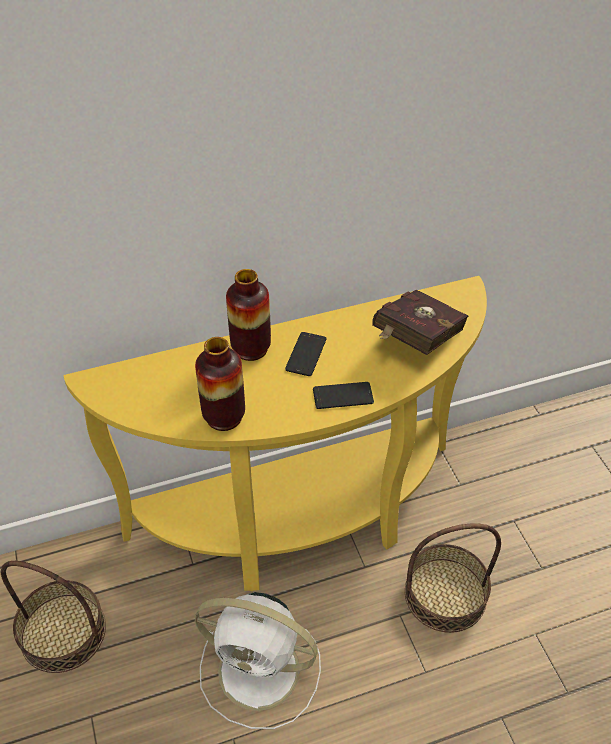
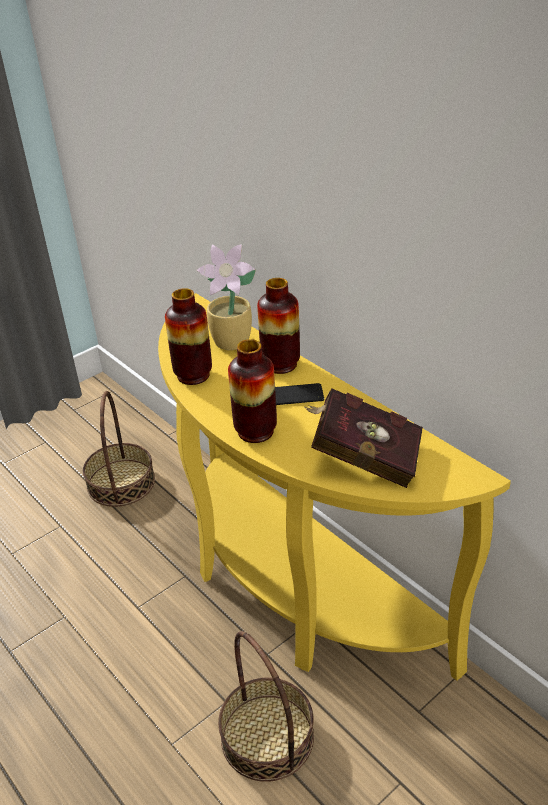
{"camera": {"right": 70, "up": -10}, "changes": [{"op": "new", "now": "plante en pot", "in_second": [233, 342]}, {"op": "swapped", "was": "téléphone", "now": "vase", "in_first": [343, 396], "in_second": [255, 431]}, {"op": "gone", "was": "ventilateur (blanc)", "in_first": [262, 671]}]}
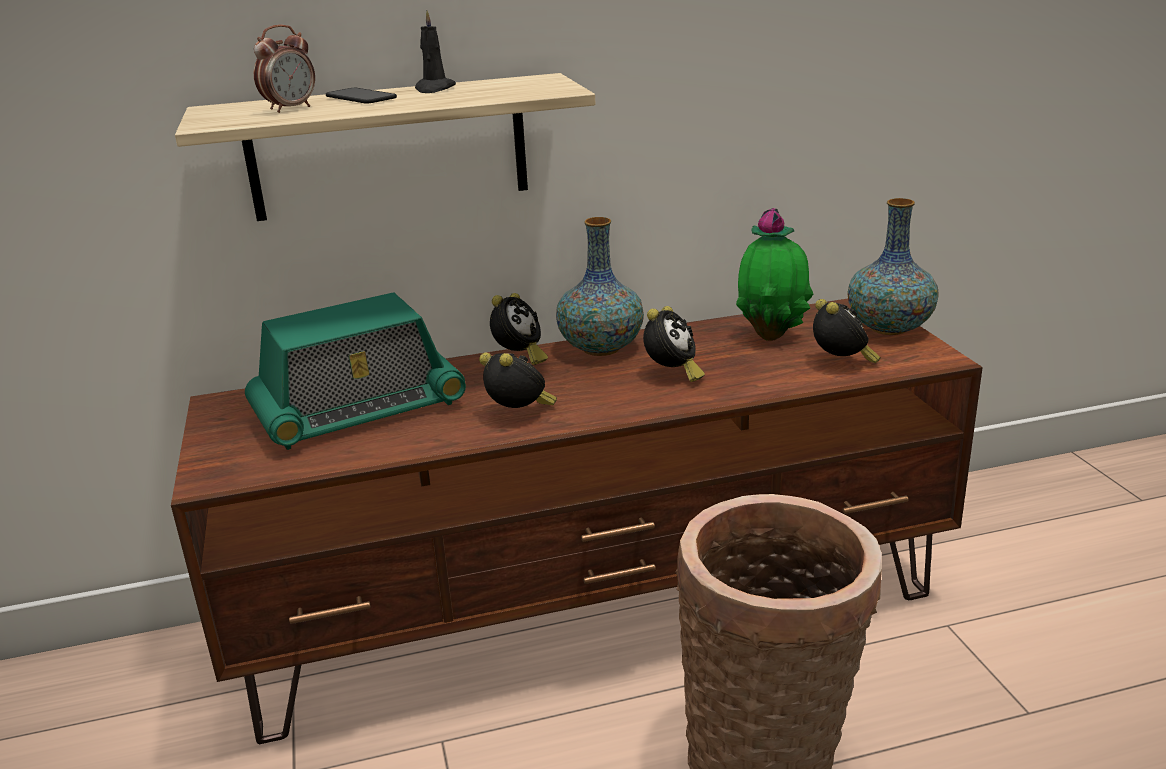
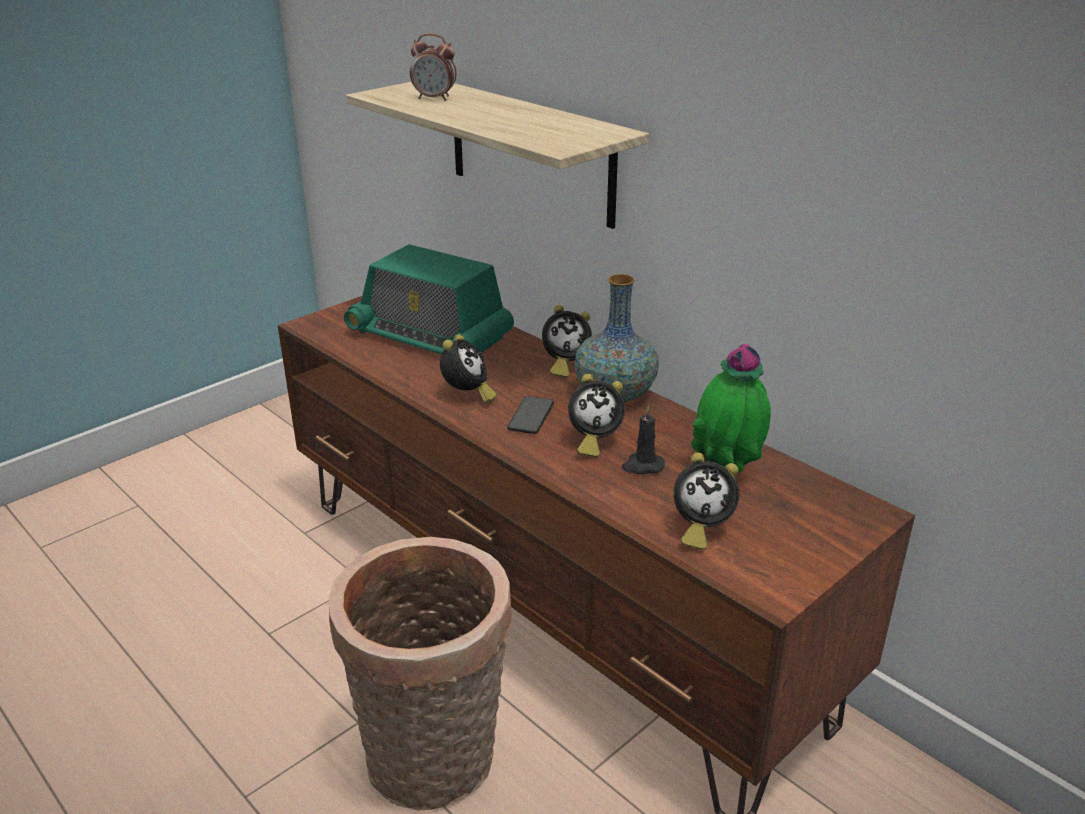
{"camera": {"right": 60, "up": 5}, "changes": [{"op": "shifted", "was": "téléphone", "in_first": [361, 98], "in_second": [531, 416]}, {"op": "shifted", "was": "bougie (noir)", "in_first": [434, 89], "in_second": [642, 466]}, {"op": "rotated", "was": "réveil", "in_first": [842, 363], "in_second": [699, 529], "clockwise": 45}, {"op": "gone", "was": "vase", "in_first": [889, 328]}]}
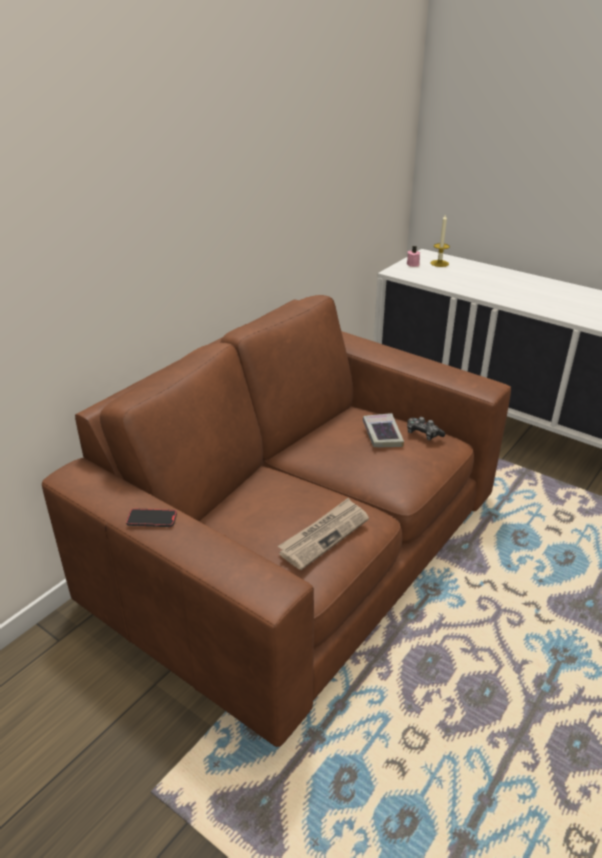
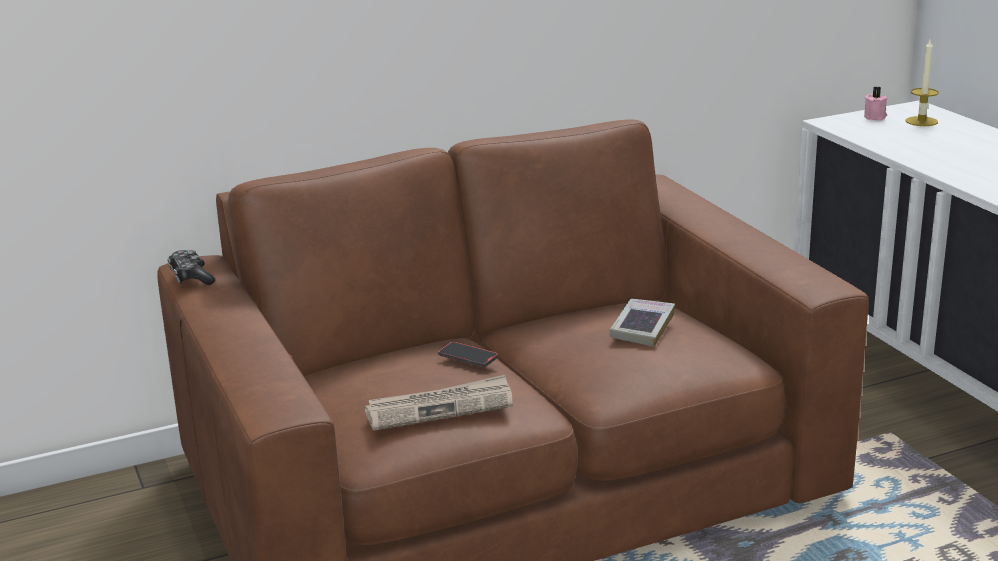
{"camera": {"right": 30, "up": -10}, "changes": [{"op": "shifted", "was": "manette", "in_first": [423, 434], "in_second": [191, 277]}, {"op": "shifted", "was": "téléphone", "in_first": [152, 519], "in_second": [468, 357]}]}
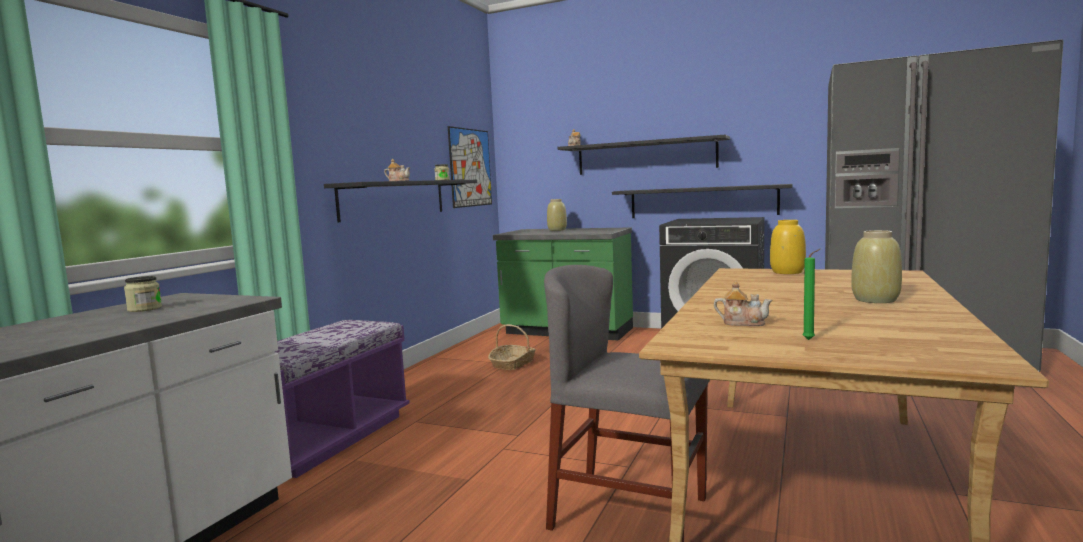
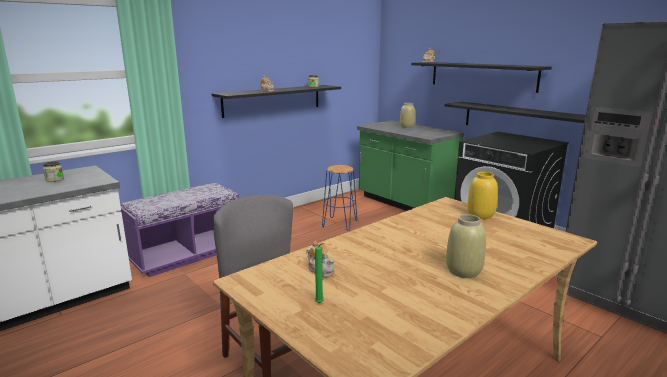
{"camera": {"right": 25, "up": 10}, "changes": [{"op": "swapped", "was": "panier", "now": "tabouret (bleu)", "in_first": [512, 364], "in_second": [339, 224]}, {"op": "gone", "was": "tableau", "in_first": [470, 167]}]}
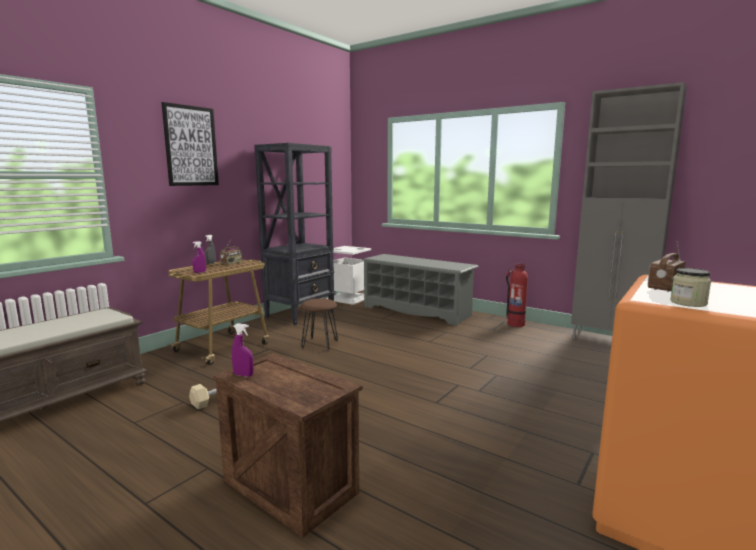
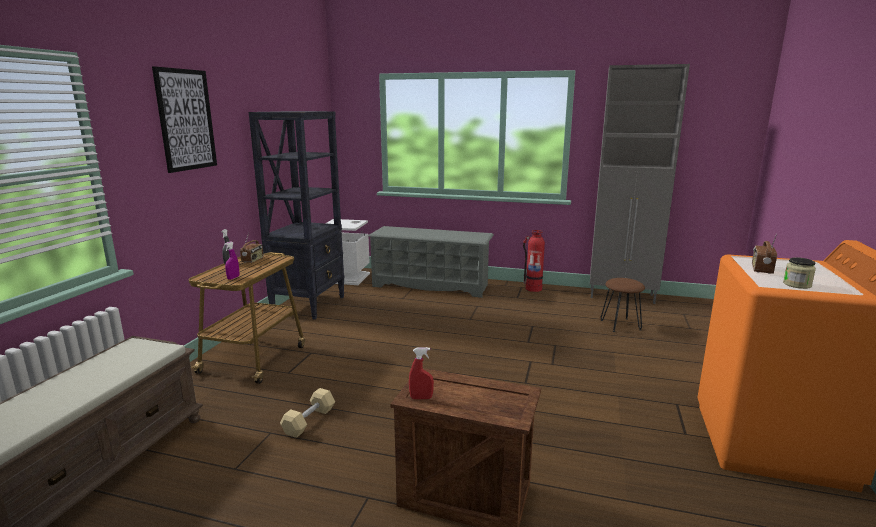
{"camera": {"right": -20, "up": 5}, "changes": [{"op": "repainted", "was": "vaporisateur (violet)", "now": "vaporisateur (rouge)", "in_first": [243, 375], "in_second": [421, 398]}, {"op": "shifted", "was": "tabouret (marron)", "in_first": [320, 344], "in_second": [620, 324]}]}
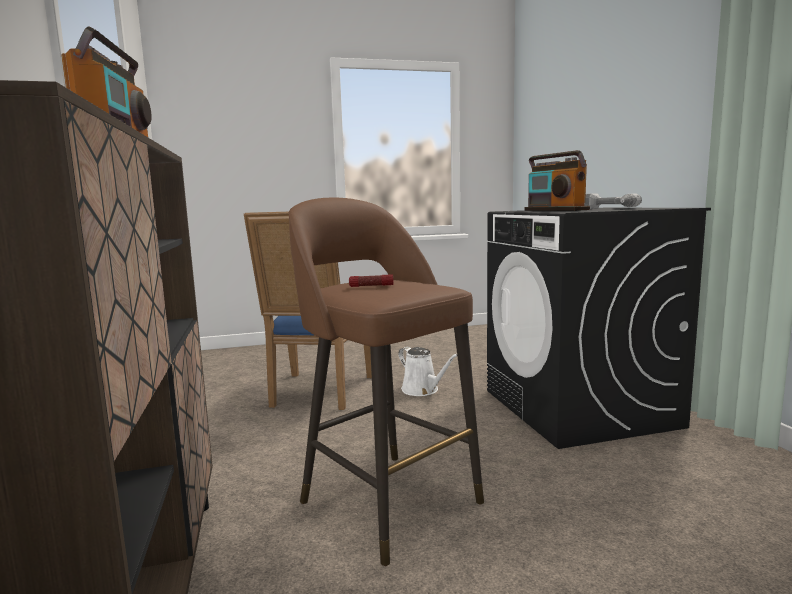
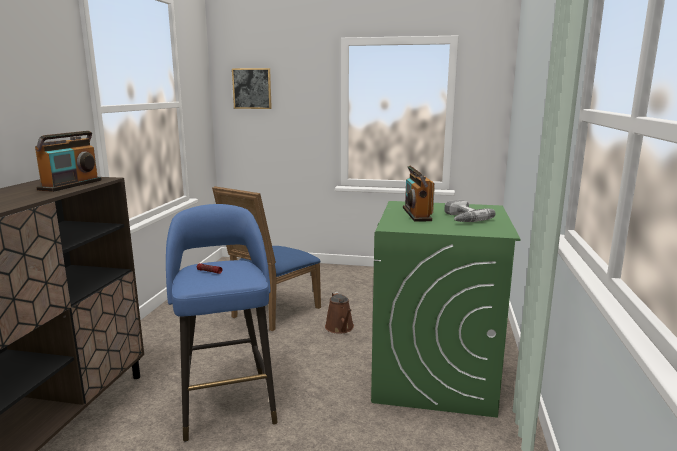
{"camera": {"right": 25, "up": 5}, "changes": [{"op": "repainted", "was": "tabouret (marron)", "now": "tabouret (bleu)", "in_first": [387, 500], "in_second": [227, 403]}, {"op": "new", "now": "tableau", "in_second": [252, 88]}, {"op": "repainted", "was": "arrosoir (blanc)", "now": "arrosoir (marron)", "in_first": [422, 390], "in_second": [340, 328]}, {"op": "repainted", "was": "lave-linge (noir)", "now": "lave-linge (vert)", "in_first": [579, 408], "in_second": [434, 375]}]}
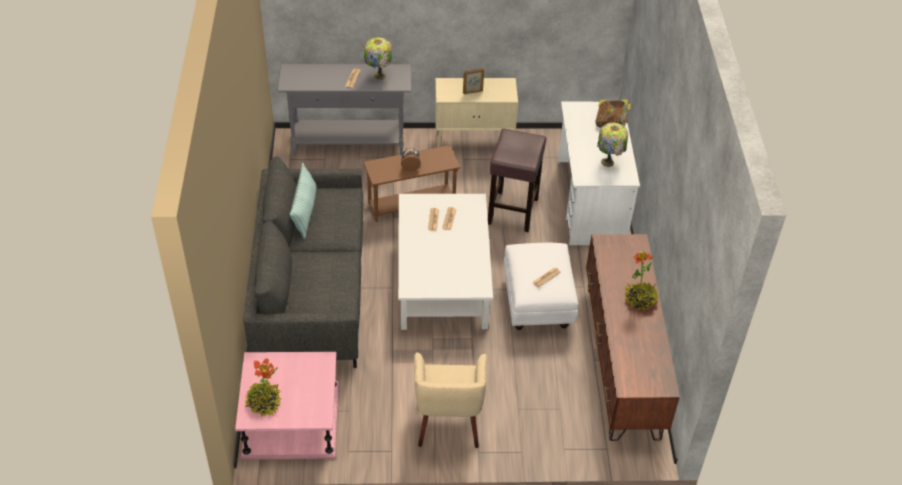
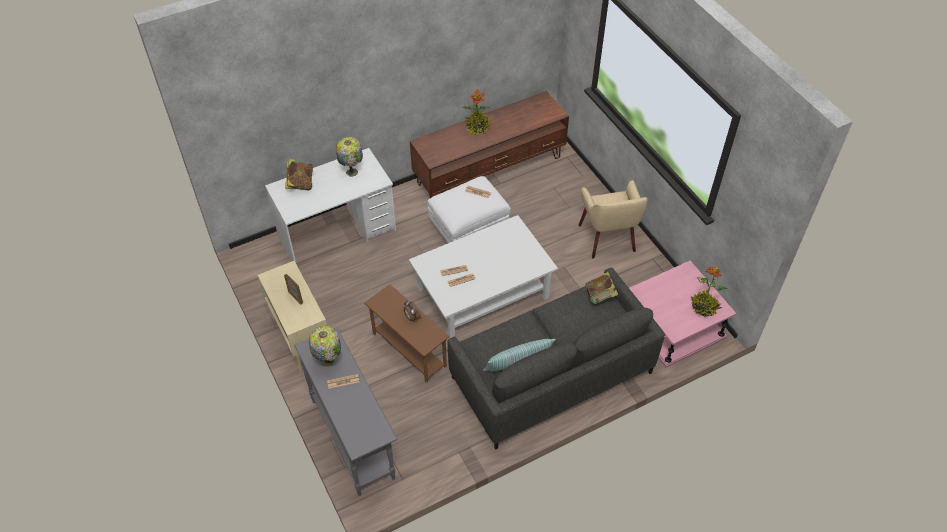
{"camera": {"right": -115, "up": 5}, "changes": [{"op": "rotated", "was": "fauteuil (beige)", "in_first": [448, 422], "in_second": [607, 238], "clockwise": 105}, {"op": "new", "now": "livre", "in_second": [600, 296]}, {"op": "gone", "was": "tabouret (marron)", "in_first": [513, 210]}]}
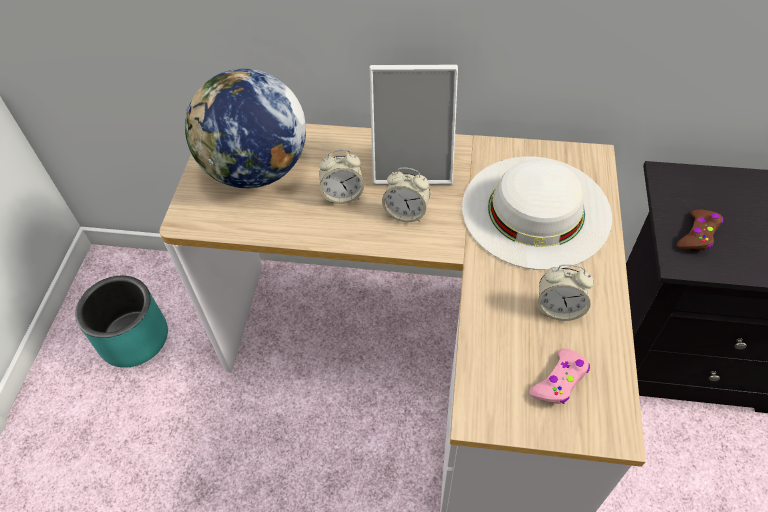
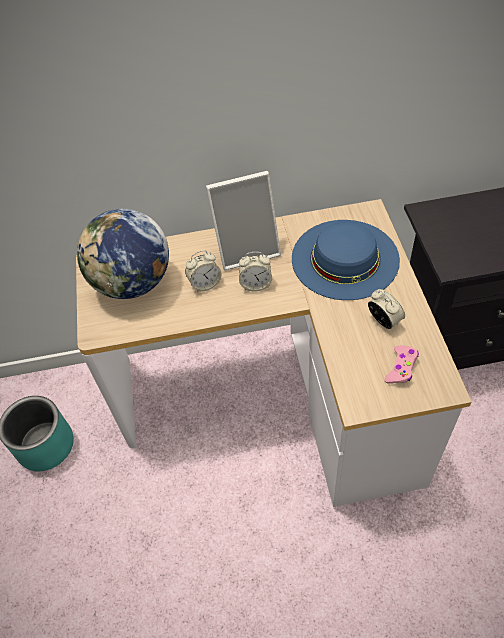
{"camera": {"right": -15, "up": 0}, "changes": [{"op": "repainted", "was": "chapeau (blanc)", "now": "chapeau (bleu)", "in_first": [536, 210], "in_second": [345, 258]}, {"op": "rotated", "was": "réveil", "in_first": [559, 308], "in_second": [384, 321], "clockwise": -120}, {"op": "gone", "was": "manette (marron)", "in_first": [698, 235]}]}
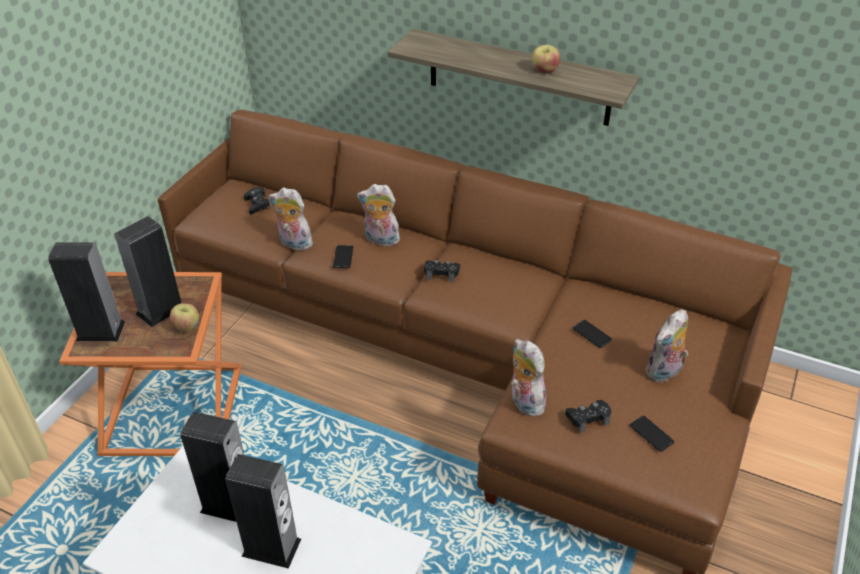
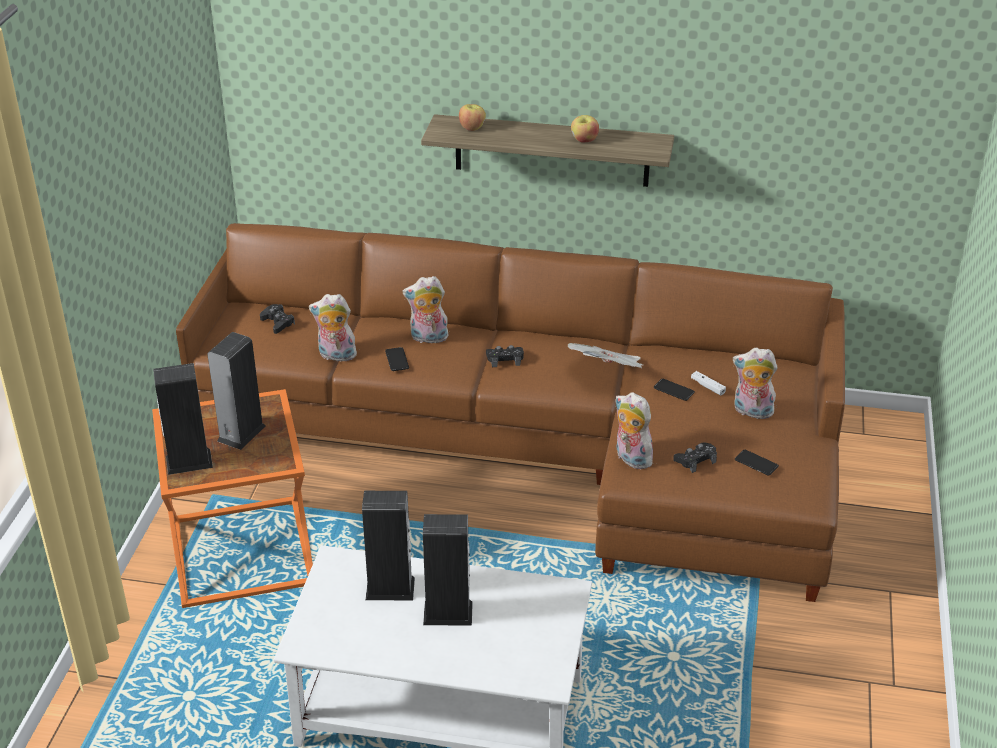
{"camera": {"right": -15, "up": -5}, "changes": [{"op": "shifted", "was": "pomme", "in_first": [187, 327], "in_second": [472, 128]}, {"op": "new", "now": "journal", "in_second": [608, 372]}, {"op": "new", "now": "manette (blanc)", "in_second": [707, 386]}, {"op": "rotated", "was": "peluche", "in_first": [664, 373], "in_second": [751, 412], "clockwise": 75}]}
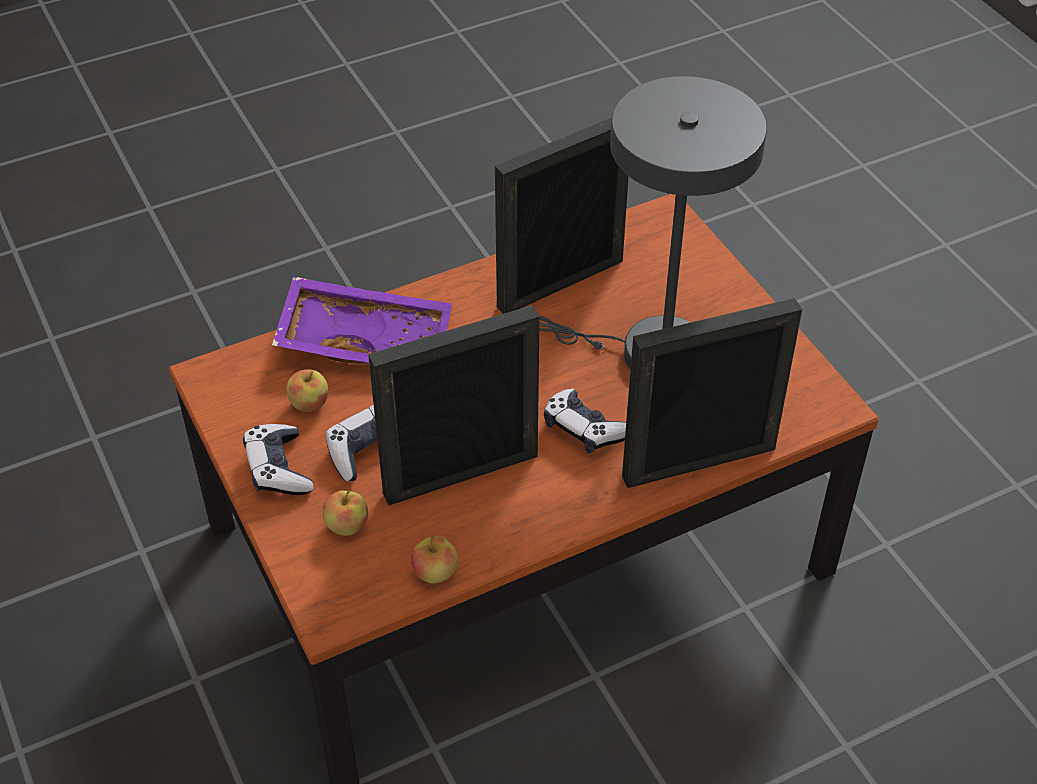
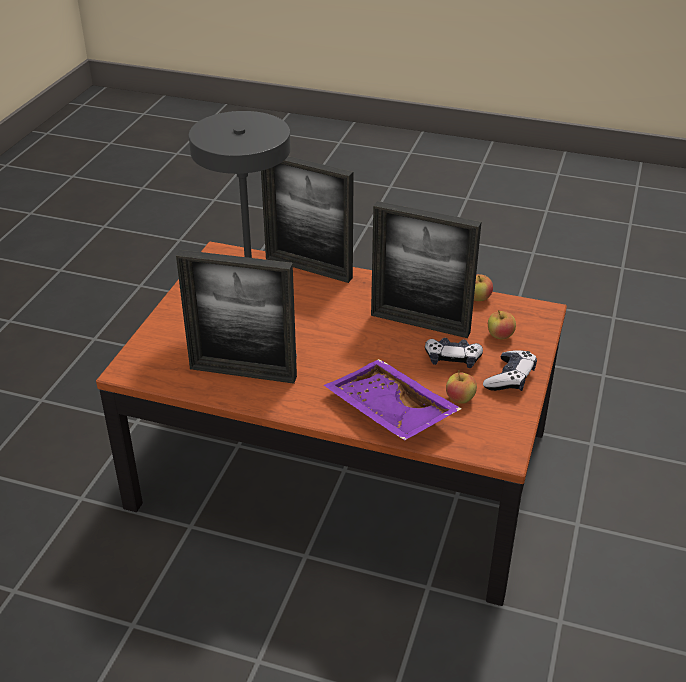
{"camera": {"right": -135, "up": -10}, "changes": [{"op": "gone", "was": "manette", "in_first": [584, 429]}]}
